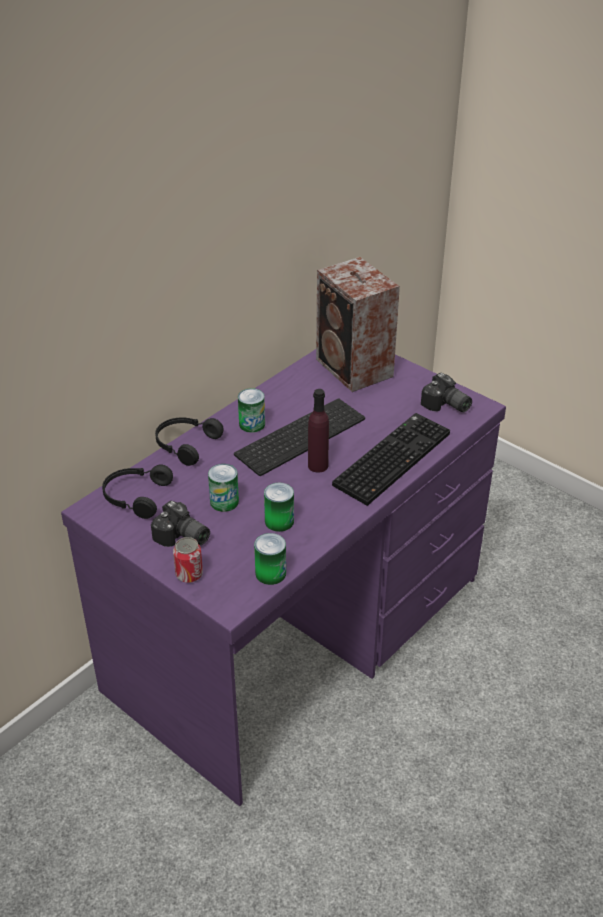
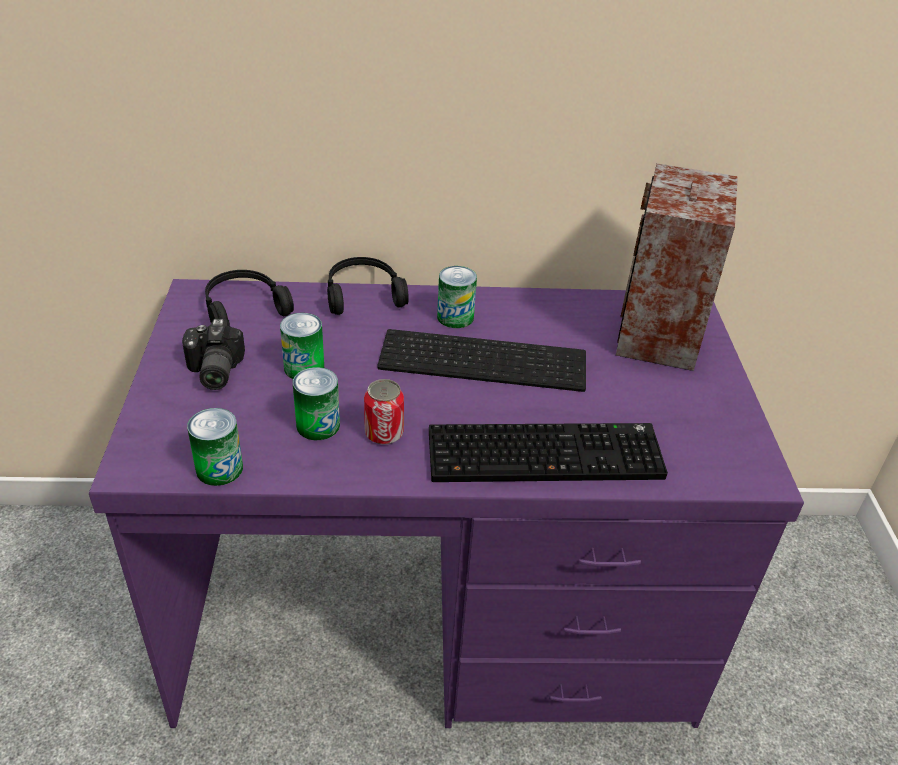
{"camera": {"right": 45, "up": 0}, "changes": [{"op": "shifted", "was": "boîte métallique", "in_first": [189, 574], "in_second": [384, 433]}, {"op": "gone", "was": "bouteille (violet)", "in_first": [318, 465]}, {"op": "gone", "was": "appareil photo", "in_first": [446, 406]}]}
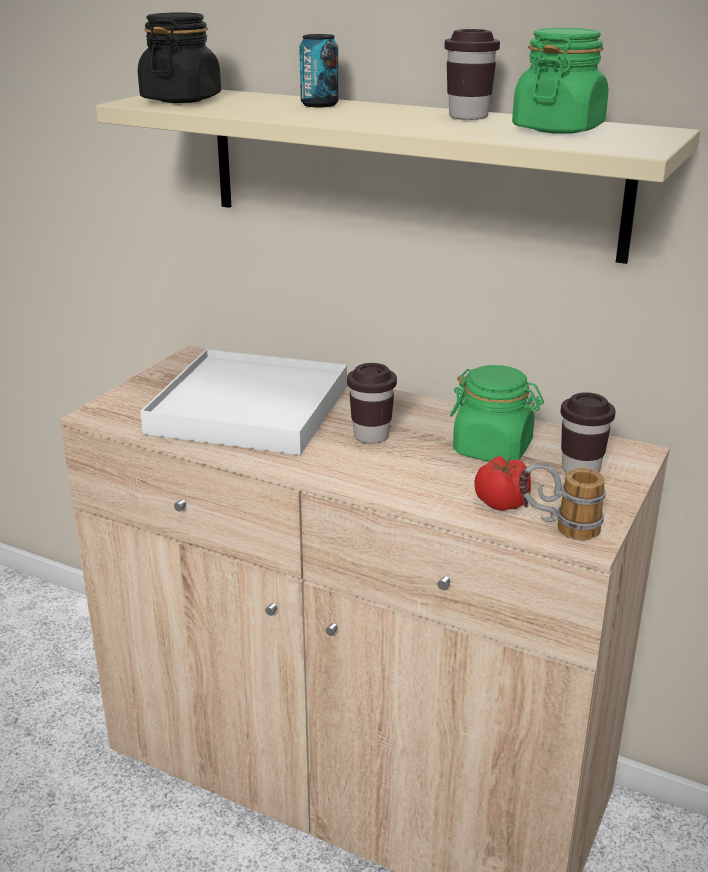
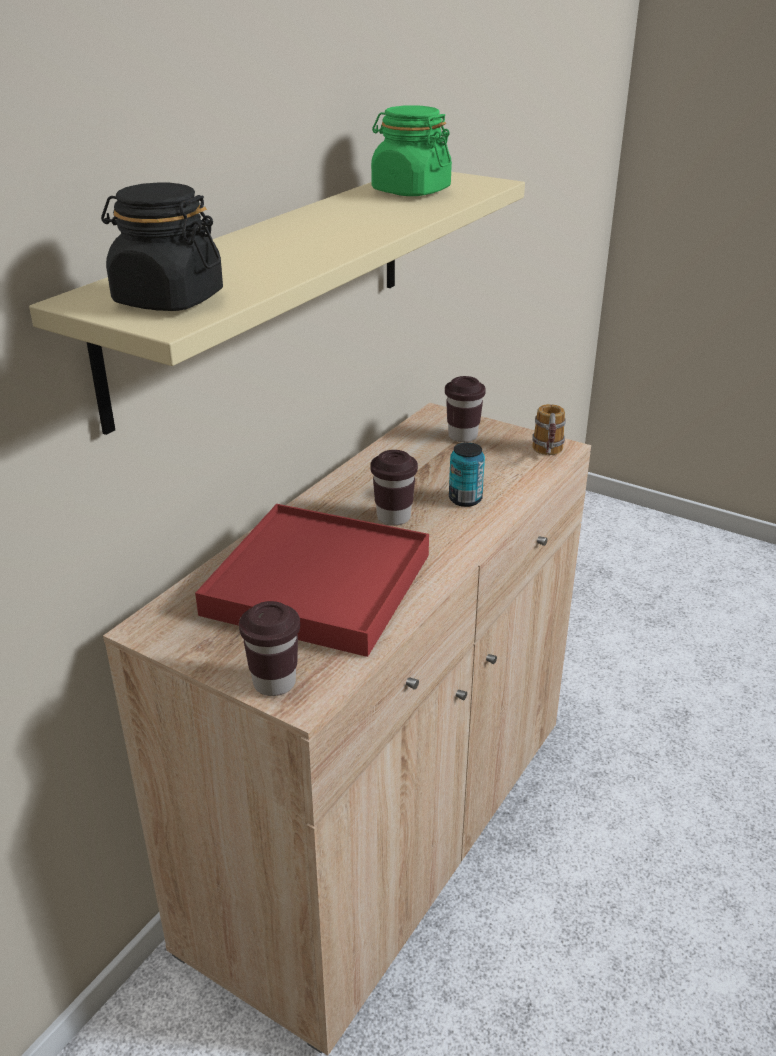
{"camera": {"right": -85, "up": 5}, "changes": [{"op": "repainted", "was": "plateau (blanc)", "now": "plateau (rouge)", "in_first": [249, 409], "in_second": [318, 585]}, {"op": "shifted", "was": "tasse (marron)", "in_first": [468, 117], "in_second": [274, 683]}, {"op": "shifted", "was": "boîte métallique", "in_first": [319, 104], "in_second": [465, 499]}, {"op": "gone", "was": "bocal (vert)", "in_first": [493, 449]}, {"op": "gone", "was": "tomate", "in_first": [500, 502]}]}
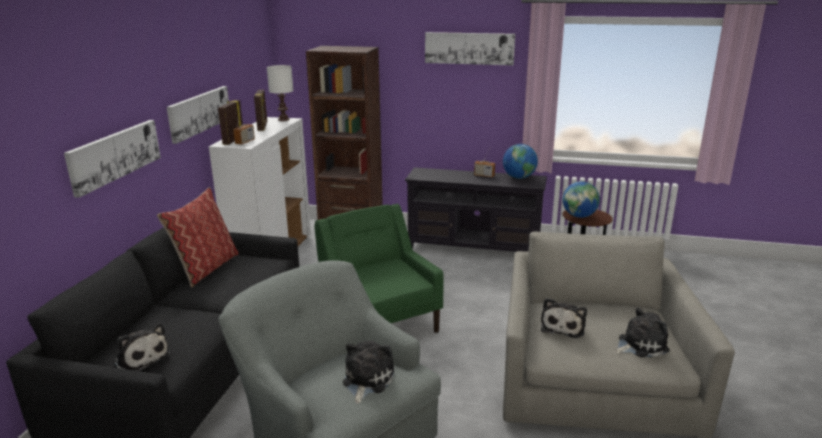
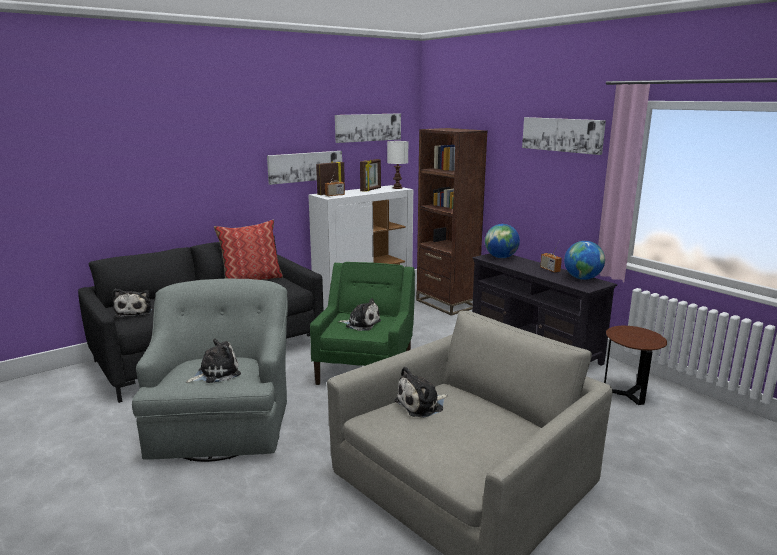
{"camera": {"right": 40, "up": -5}, "changes": [{"op": "shifted", "was": "tableau", "in_first": [114, 155], "in_second": [368, 127]}, {"op": "shifted", "was": "peluche", "in_first": [640, 345], "in_second": [361, 324]}, {"op": "shifted", "was": "globe", "in_first": [579, 216], "in_second": [501, 257]}]}
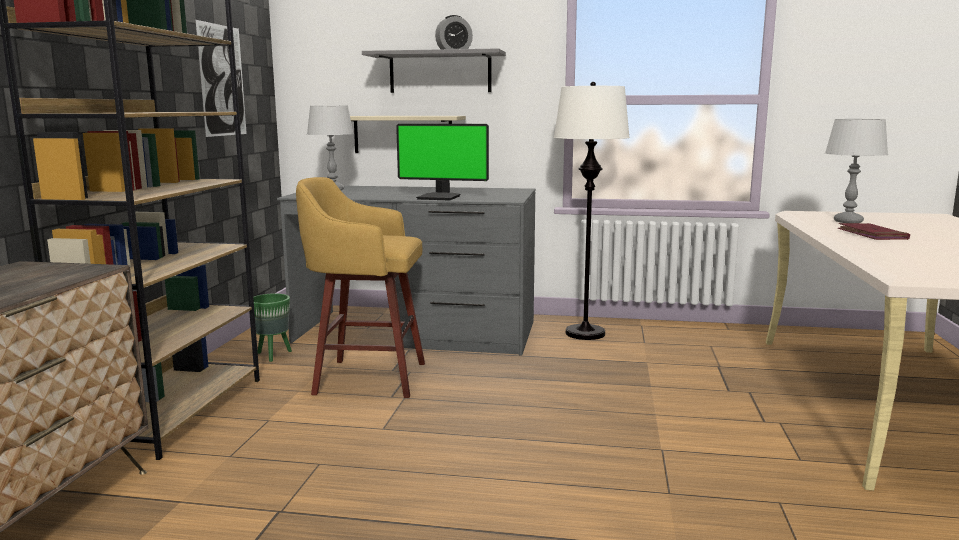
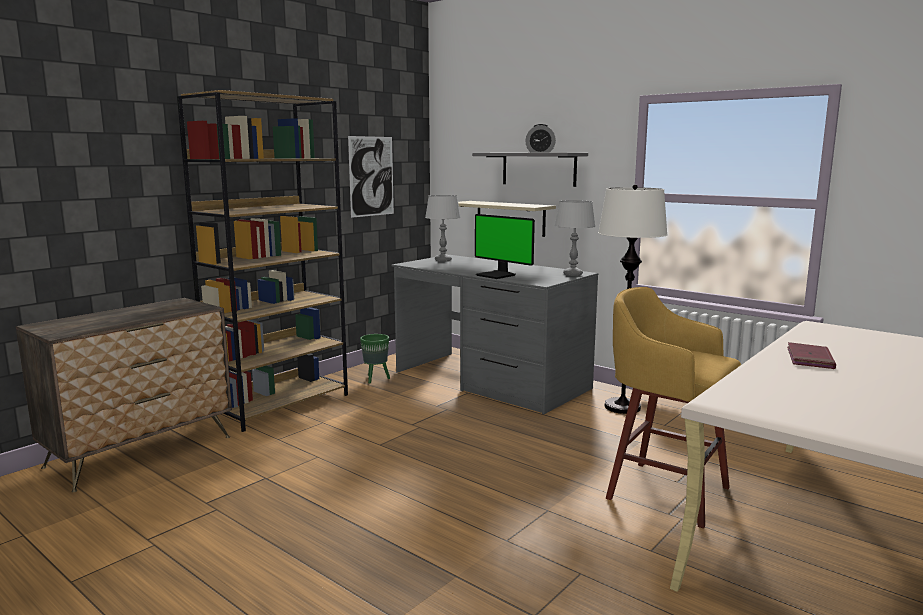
{"camera": {"right": 30, "up": 0}, "changes": [{"op": "shifted", "was": "lampe de table (gris)", "in_first": [848, 221], "in_second": [573, 274]}, {"op": "shifted", "was": "tabouret (jaune)", "in_first": [366, 378], "in_second": [663, 491]}]}
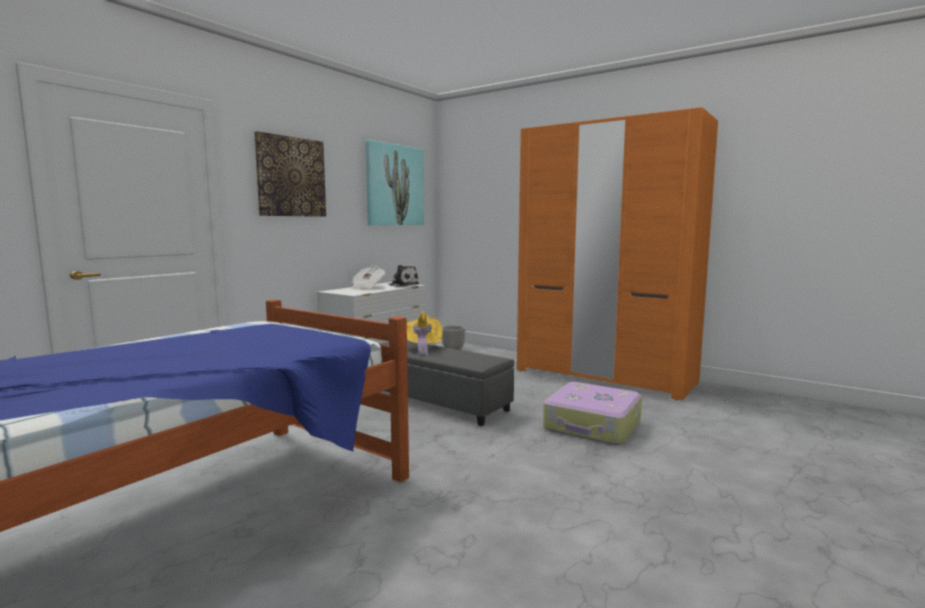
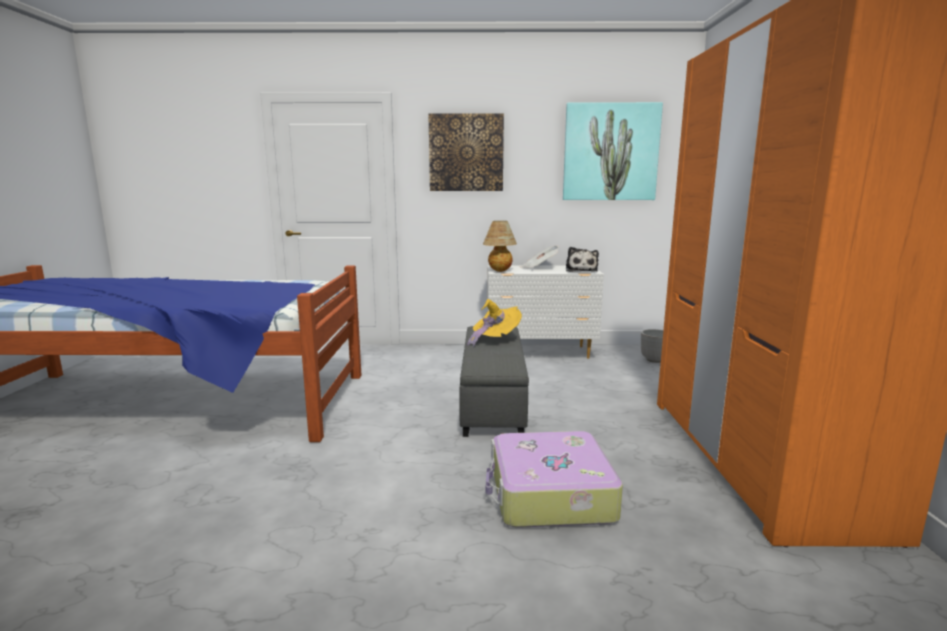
{"camera": {"right": 55, "up": 5}, "changes": [{"op": "new", "now": "lampe de table", "in_second": [499, 271]}]}
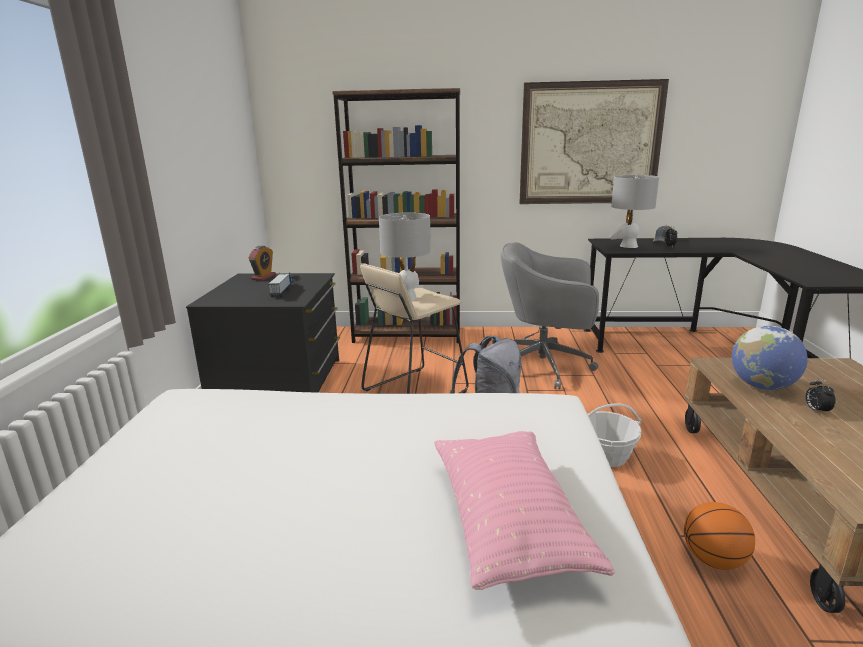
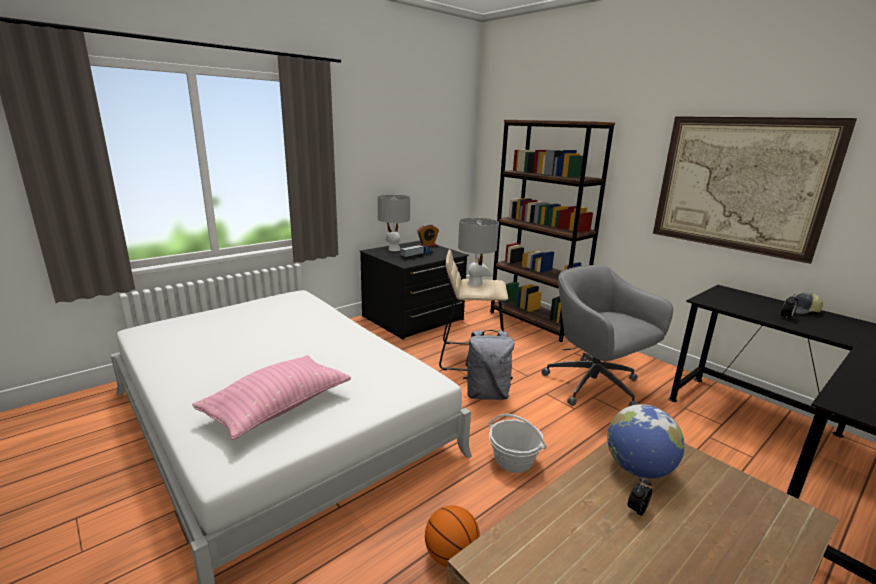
{"camera": {"right": 45, "up": 0}, "changes": [{"op": "shifted", "was": "lampe de table (gris)", "in_first": [628, 246], "in_second": [394, 249]}]}
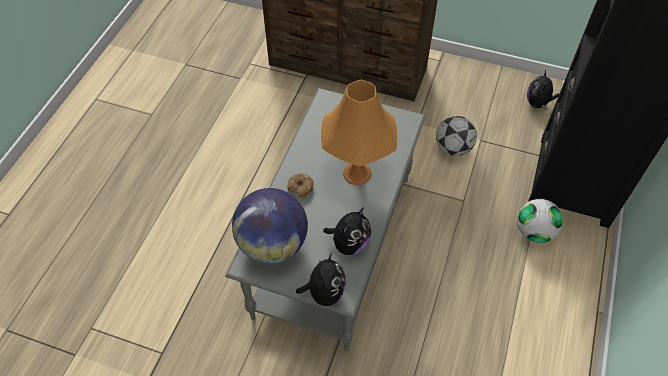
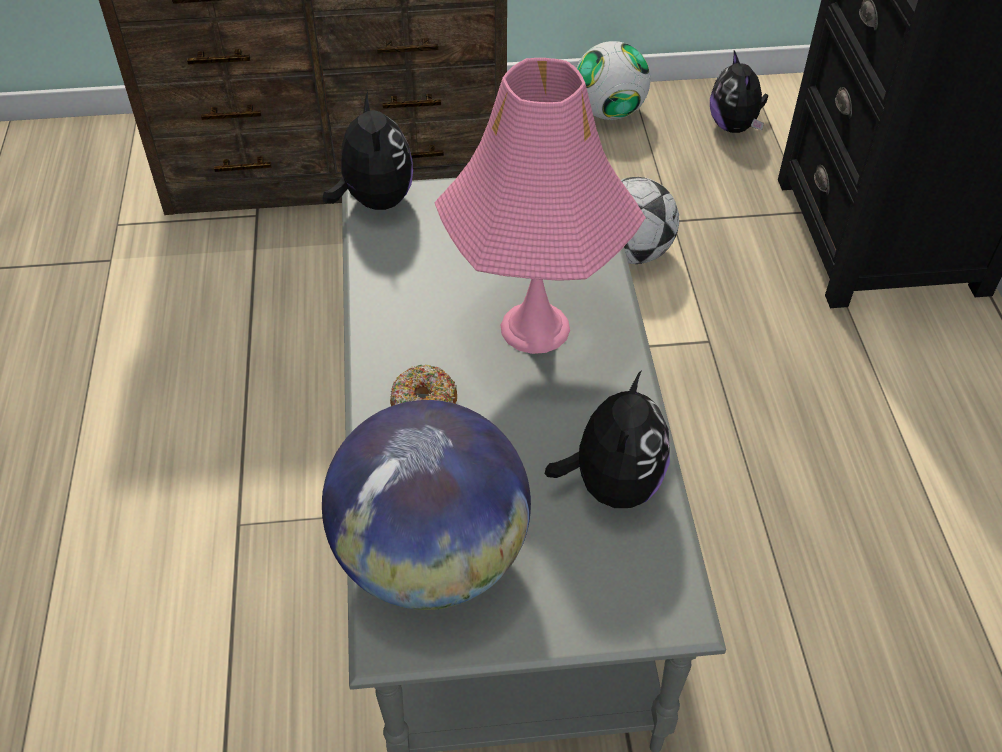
{"camera": {"right": -25, "up": -5}, "changes": [{"op": "shifted", "was": "peluche", "in_first": [324, 293], "in_second": [374, 200]}, {"op": "repainted", "was": "lampe de table (orange)", "now": "lampe de table (rose)", "in_first": [357, 173], "in_second": [535, 327]}, {"op": "shifted", "was": "ballon de foot", "in_first": [534, 232], "in_second": [609, 112]}]}
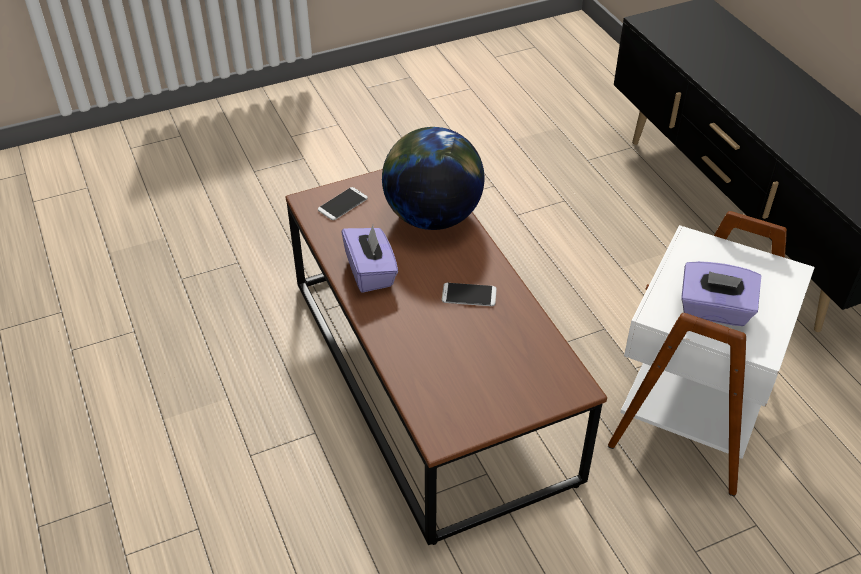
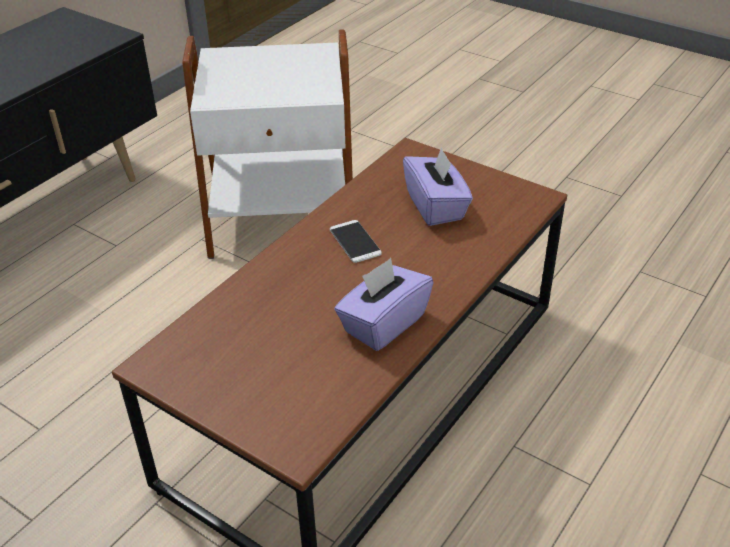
{"camera": {"right": -120, "up": -5}, "changes": [{"op": "shifted", "was": "boîte à mouchoirs (violet)", "in_first": [714, 310], "in_second": [436, 206]}, {"op": "gone", "was": "téléphone", "in_first": [343, 204]}, {"op": "gone", "was": "globe", "in_first": [432, 216]}]}
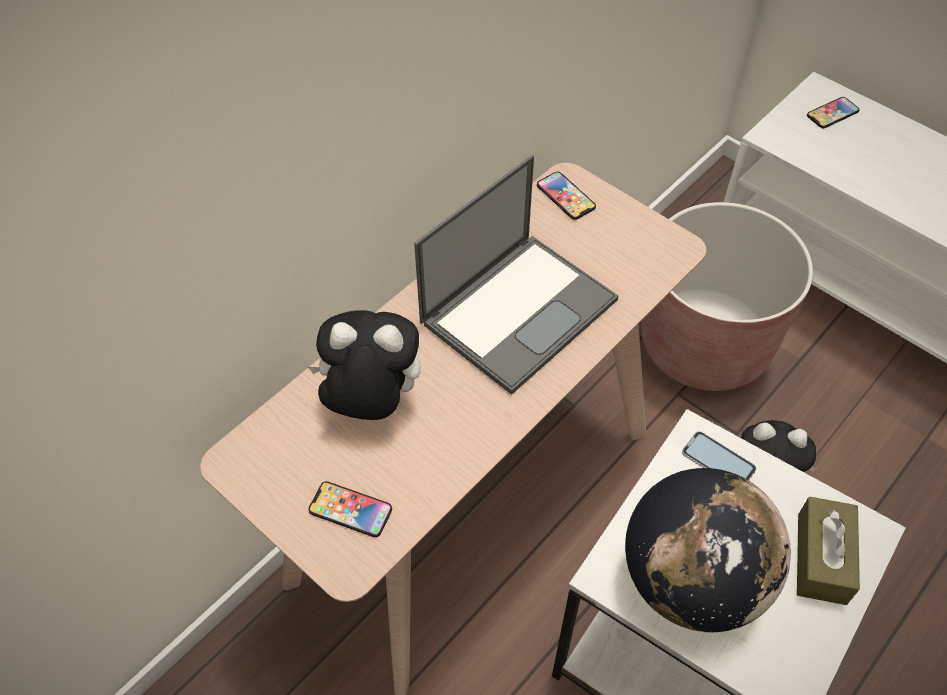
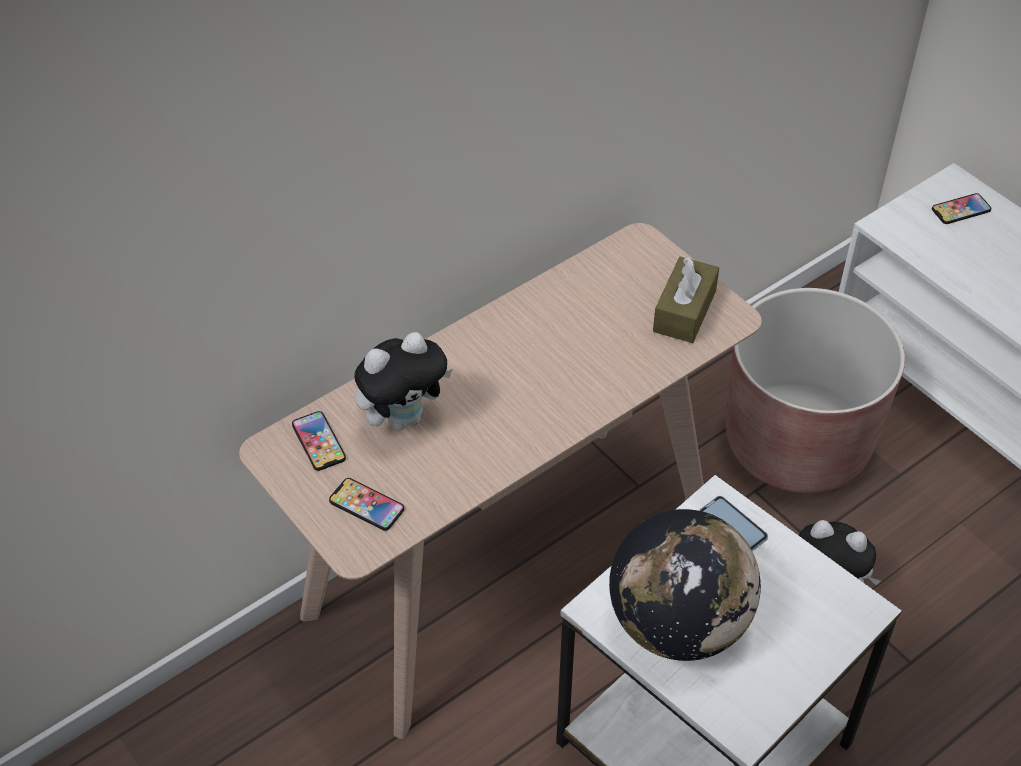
{"camera": {"right": 10, "up": -5}, "changes": [{"op": "shifted", "was": "téléphone", "in_first": [565, 196], "in_second": [318, 442]}, {"op": "rotated", "was": "peluche", "in_first": [370, 402], "in_second": [403, 417], "clockwise": 135}, {"op": "shifted", "was": "boîte à mouchoirs (marron)", "in_first": [821, 558], "in_second": [684, 311]}, {"op": "gone", "was": "ordinateur portable", "in_first": [520, 309]}]}
